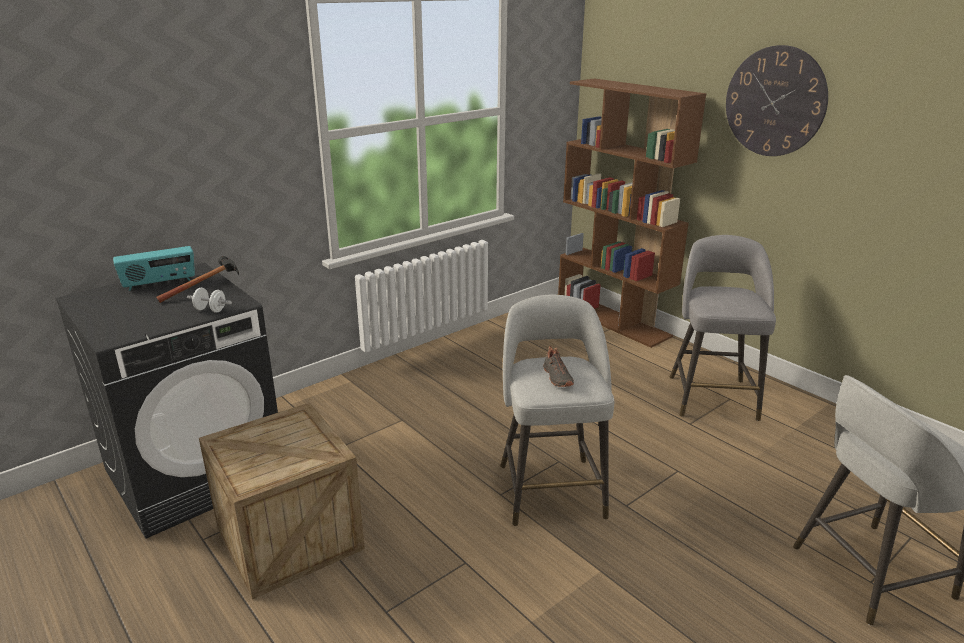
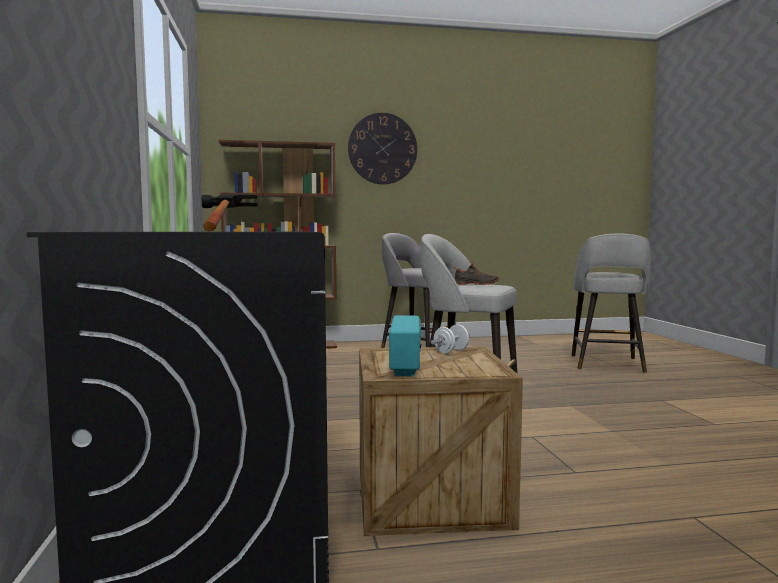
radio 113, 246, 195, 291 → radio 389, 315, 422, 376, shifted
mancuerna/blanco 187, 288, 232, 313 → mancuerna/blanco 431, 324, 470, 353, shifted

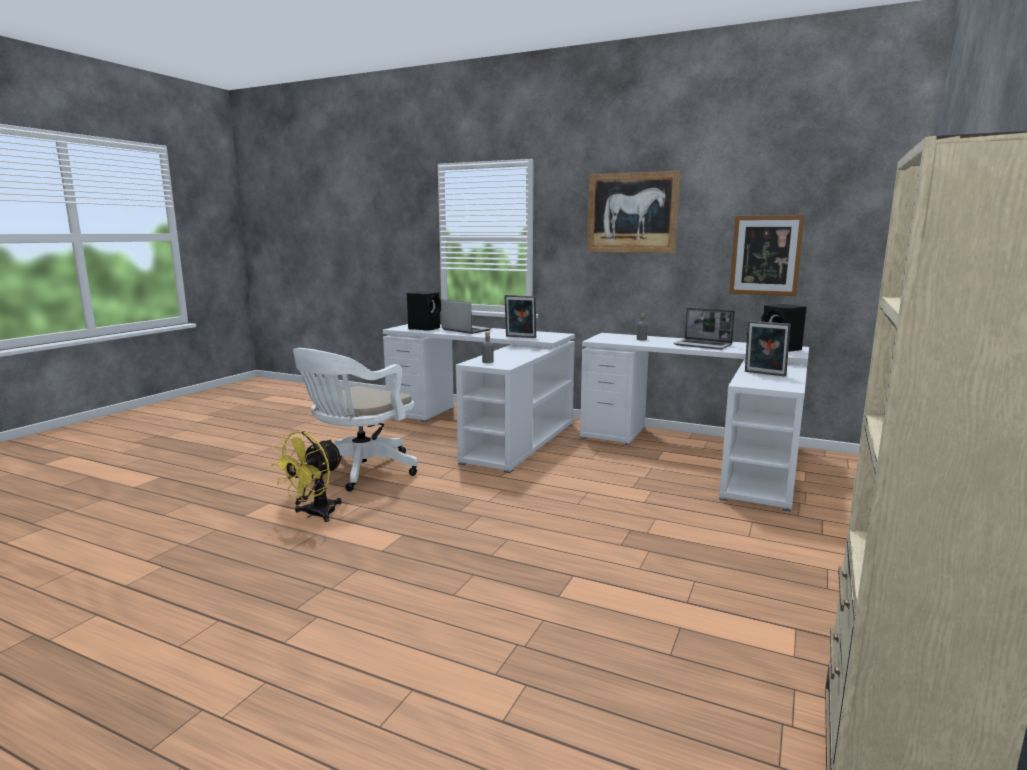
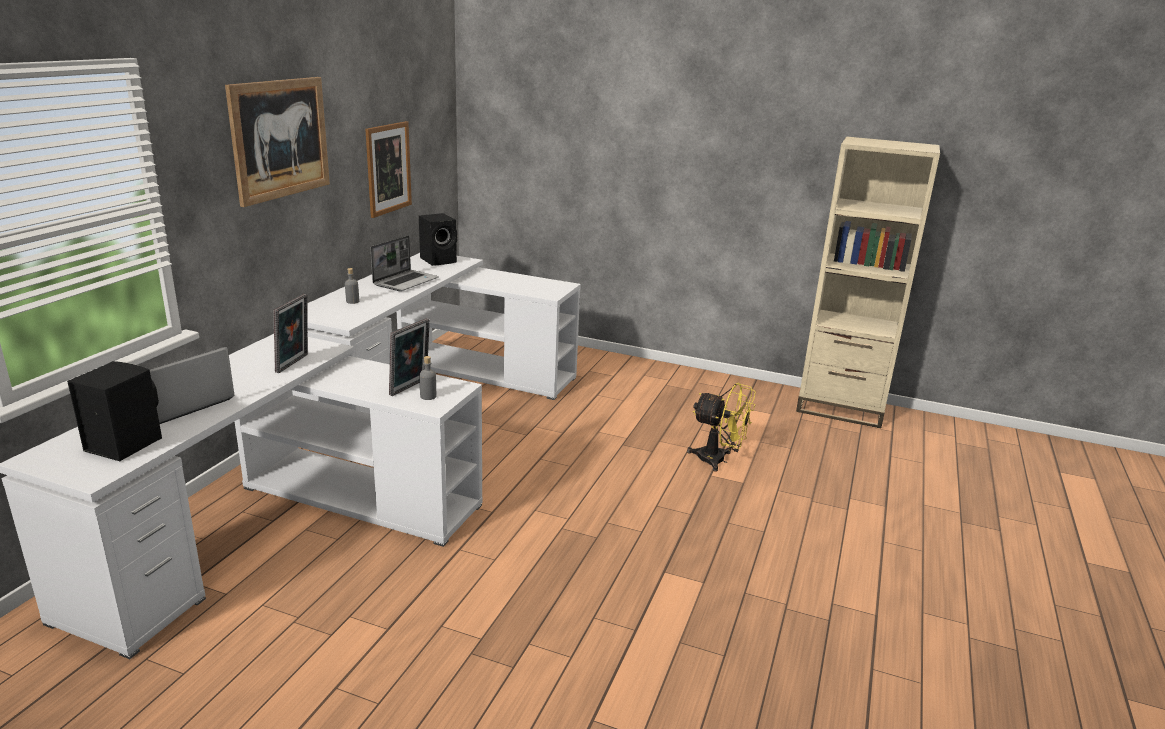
portarretratos 745, 321, 791, 377 → portarretratos 389, 318, 430, 396, shifted
silla de oficina/blanco 293, 348, 418, 492 → -
ventilador/amarillo 271, 431, 343, 522 → ventilador/amarillo 687, 383, 756, 472, shifted

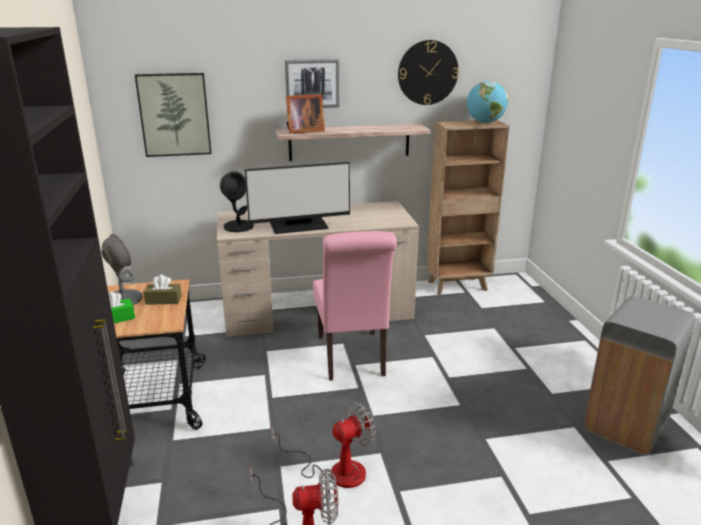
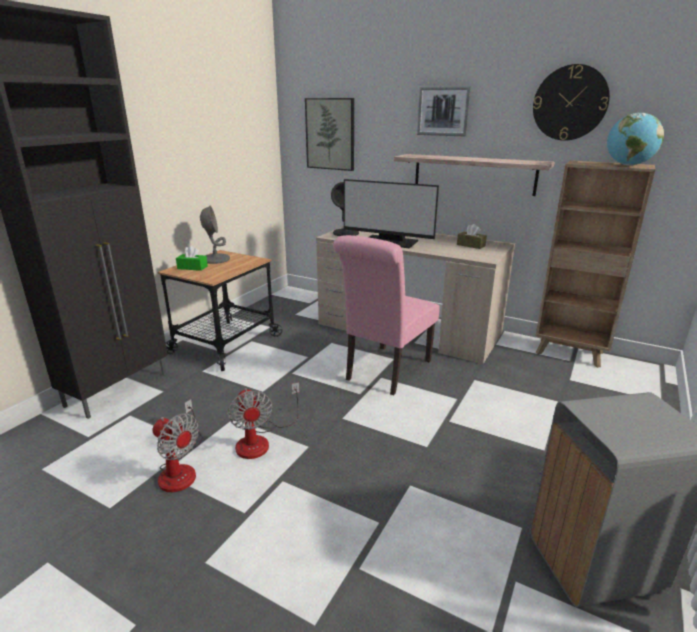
portarretratos 286, 94, 325, 133 → -
caja de pañuelos/marrón 143, 275, 182, 305 → caja de pañuelos/marrón 457, 224, 487, 249, shifted
ventilador 270, 402, 376, 488 → ventilador 228, 382, 299, 459, 60 degrees clockwise

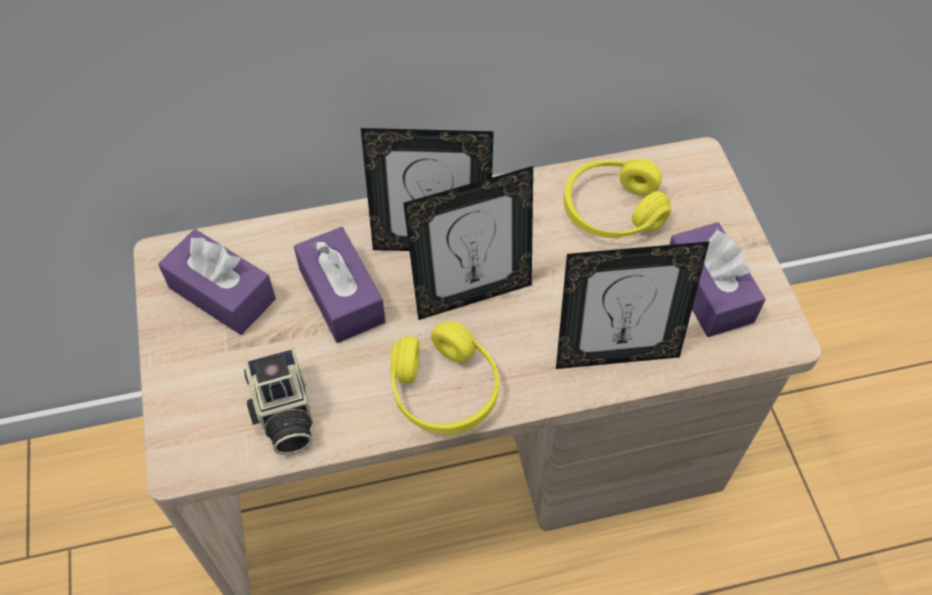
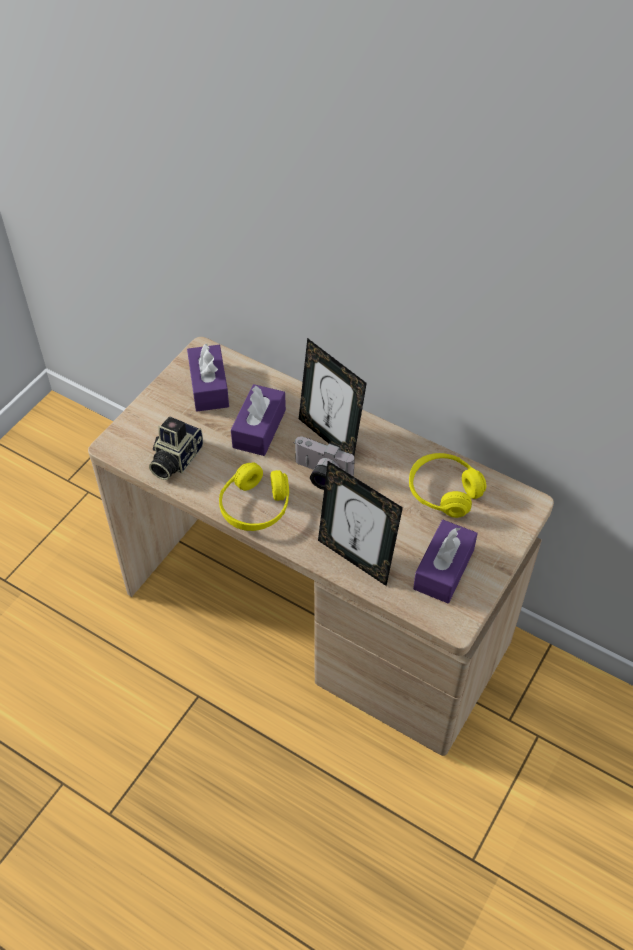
portarretratos 403, 166, 533, 320 → cámara 295, 436, 355, 490

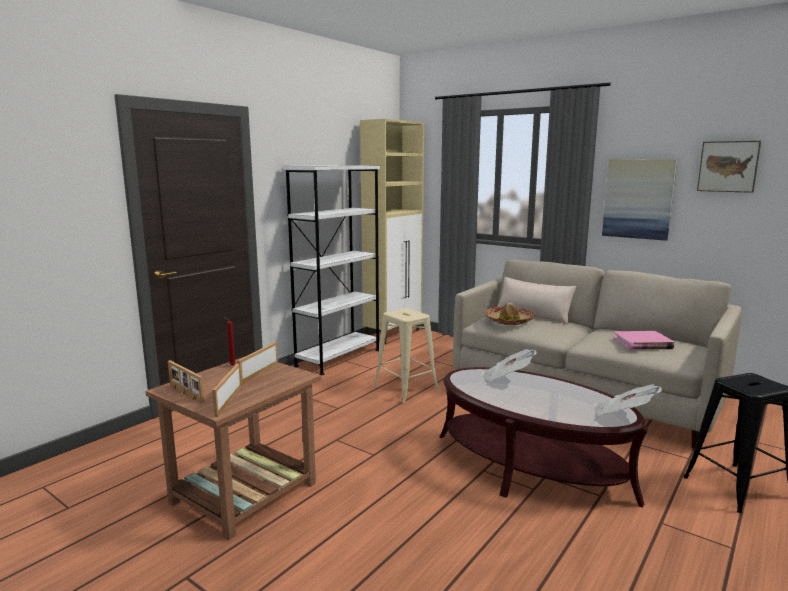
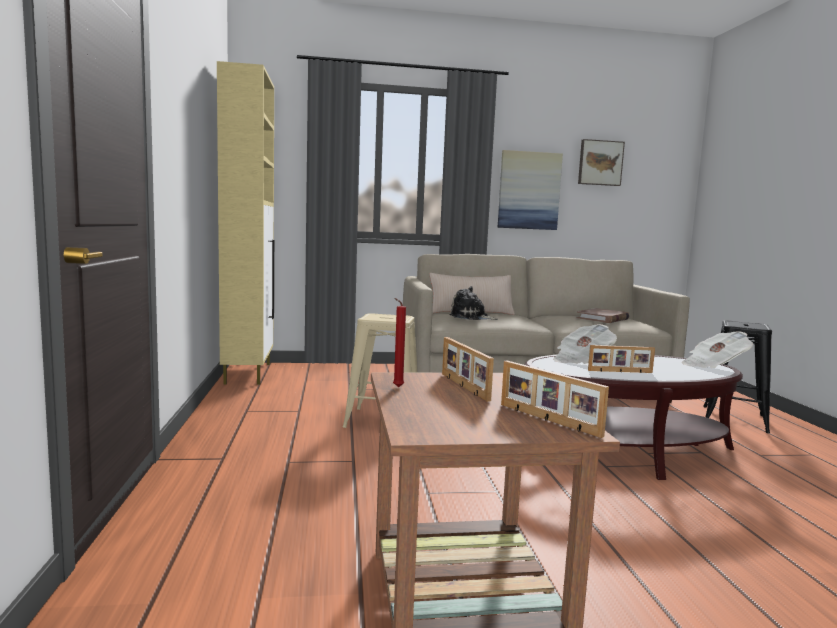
estantería/blanco 283, 165, 380, 375 → -
sombrero 485, 303, 535, 325 → peluche 449, 286, 498, 320
libro/rosa 613, 331, 675, 350 → libro/marrón 576, 308, 630, 323
portarretratos 168, 360, 204, 403 → portarretratos 588, 345, 655, 373, shifted

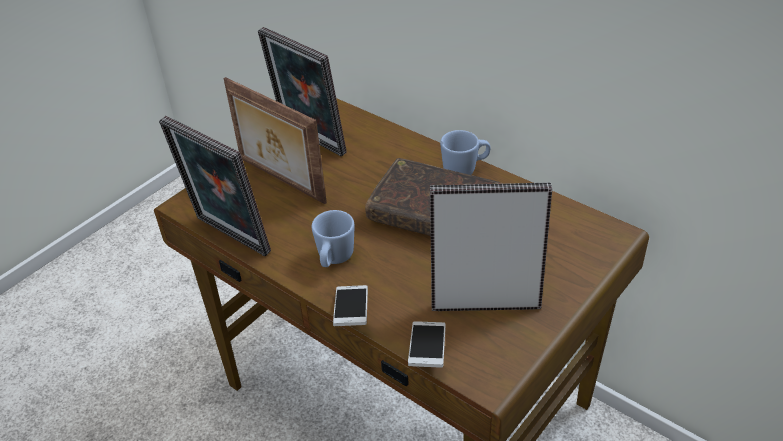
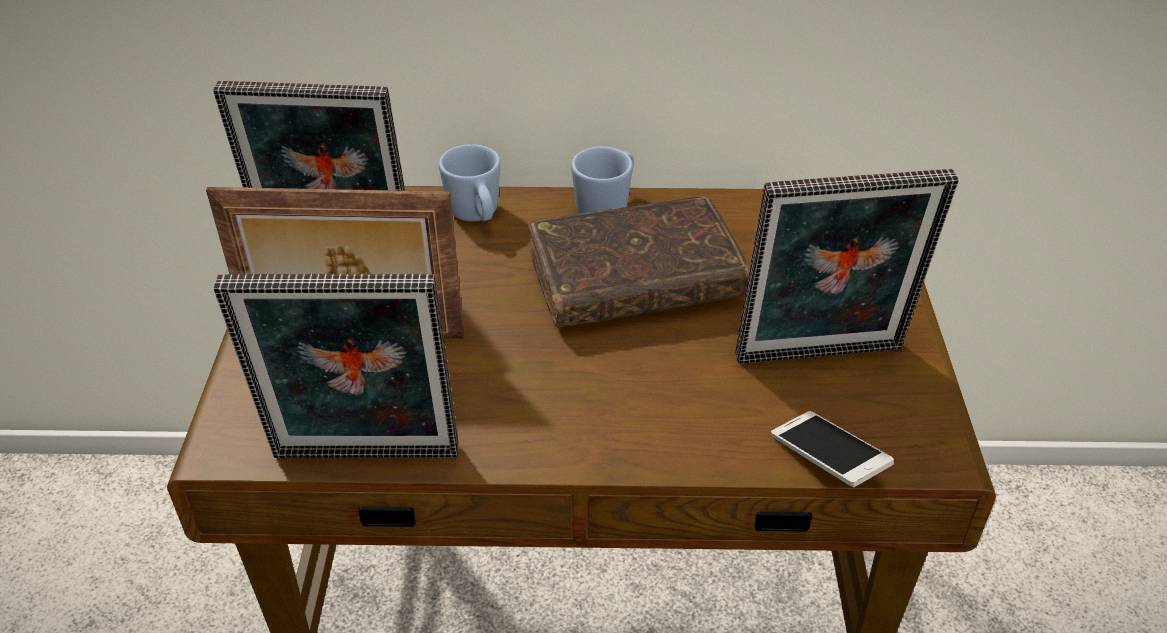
portarretratos 430, 183, 552, 311 → portarretratos 735, 169, 959, 364, 150 degrees counterclockwise
taza grande/azul 312, 210, 355, 267 → taza grande/azul 439, 144, 500, 222, shifted
móvil 333, 285, 368, 326 → -

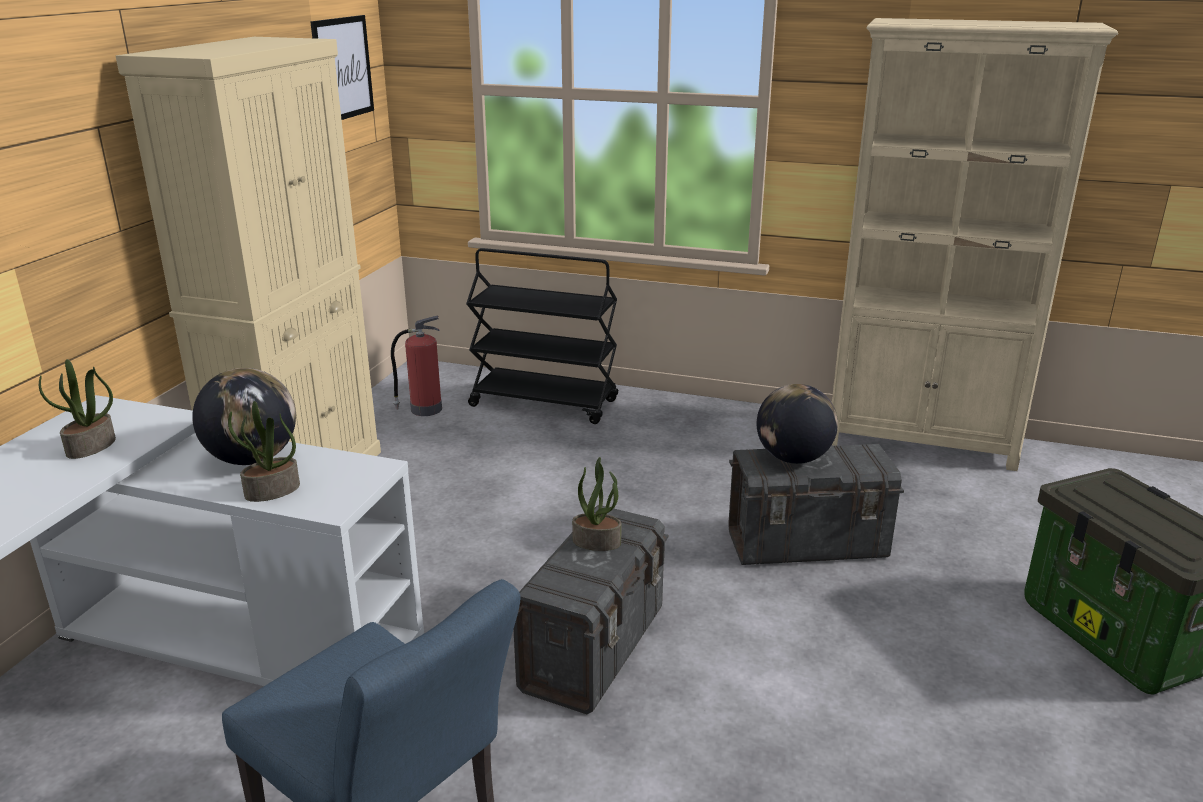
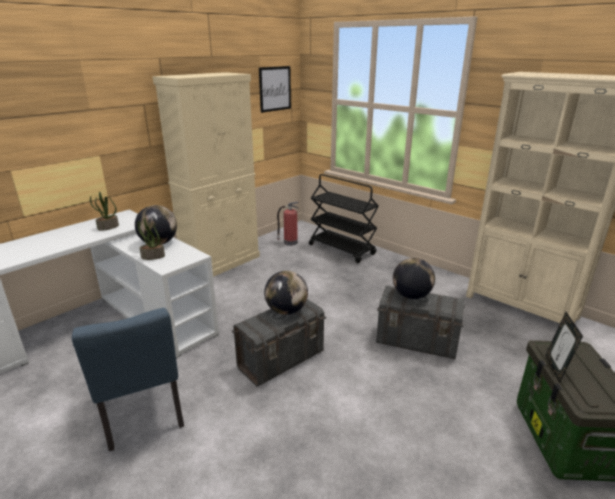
planta en maceta 572, 457, 622, 551 → globo terráqueo 264, 271, 308, 315
- → portarretratos 545, 312, 583, 383

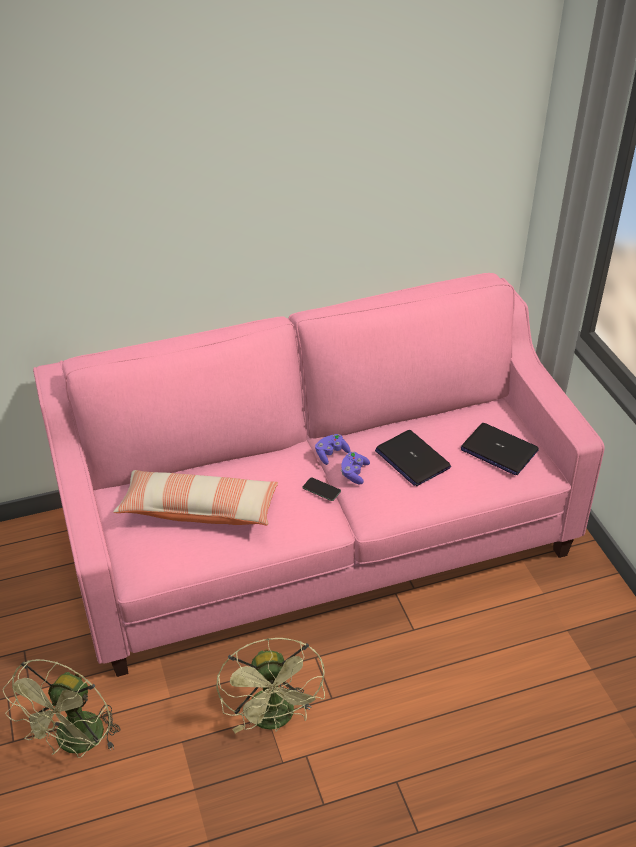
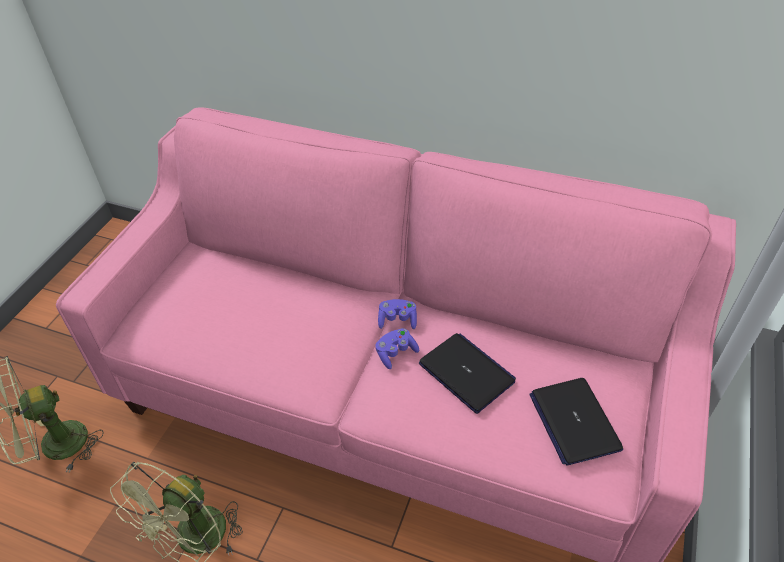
portátil 375, 430, 451, 486 → portátil 419, 333, 516, 414, 135 degrees clockwise
cojín 113, 470, 278, 525 → -
móvil 302, 477, 341, 501 → -

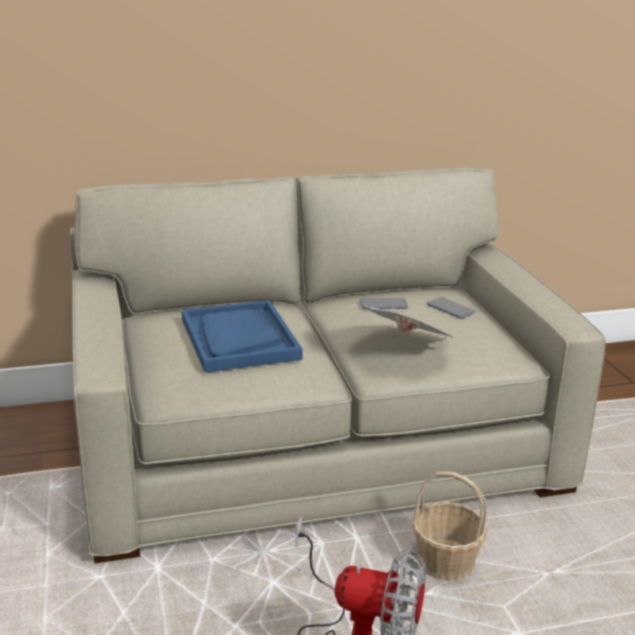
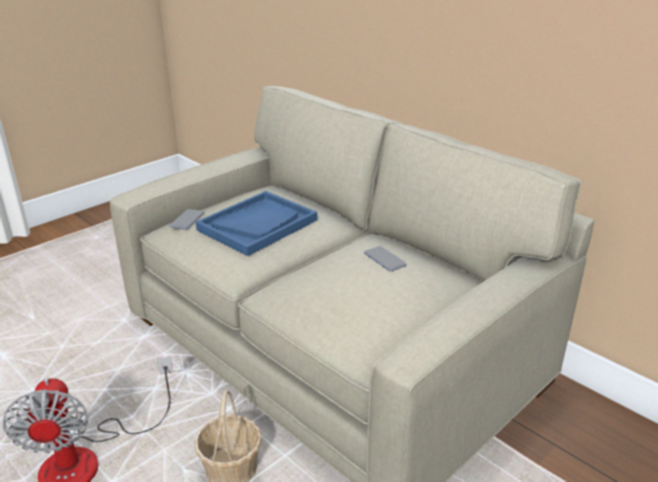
móvil 427, 297, 476, 319 → móvil 170, 209, 204, 230, shifted
periódico 351, 304, 454, 338 → -

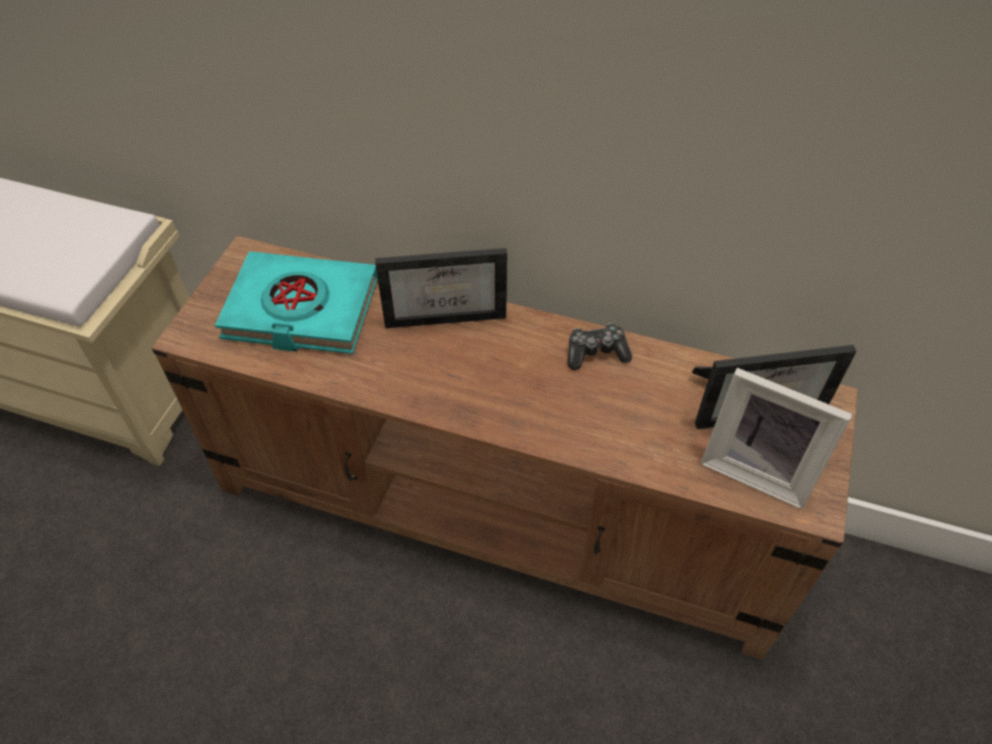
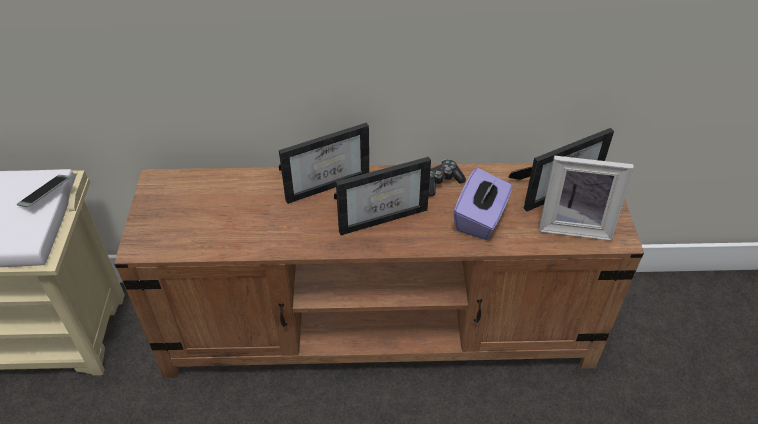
libro/turquesa 215, 251, 378, 354 → -
- → portarretratos 334, 157, 431, 235
- → caja de pañuelos/morado 453, 168, 512, 240
- → móvil 17, 175, 71, 207

